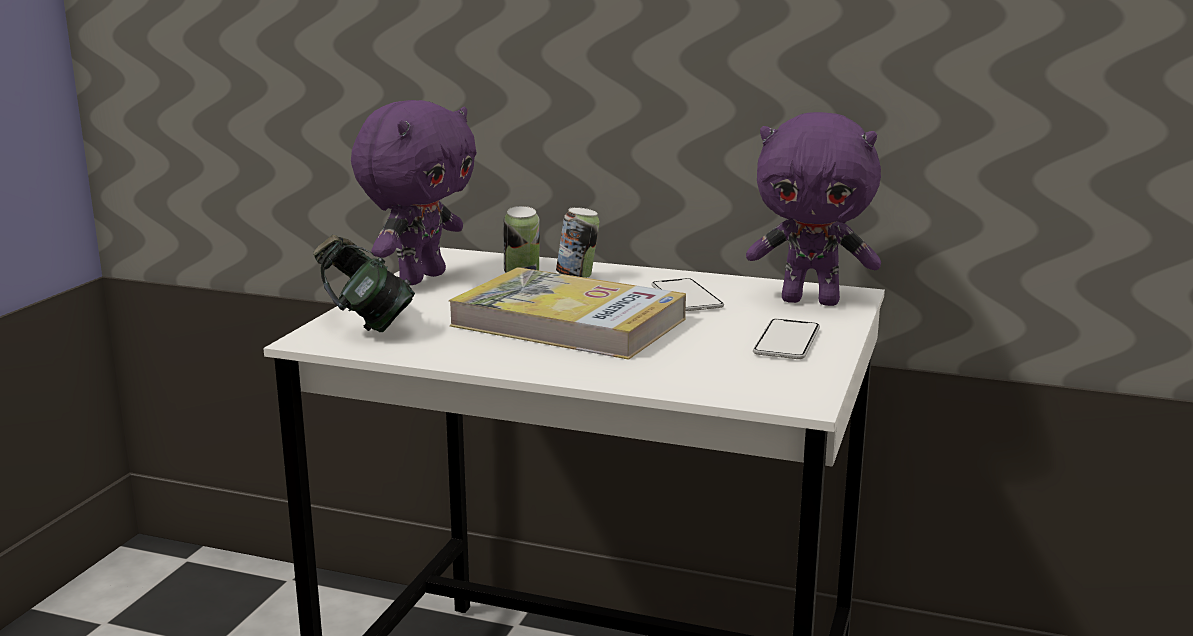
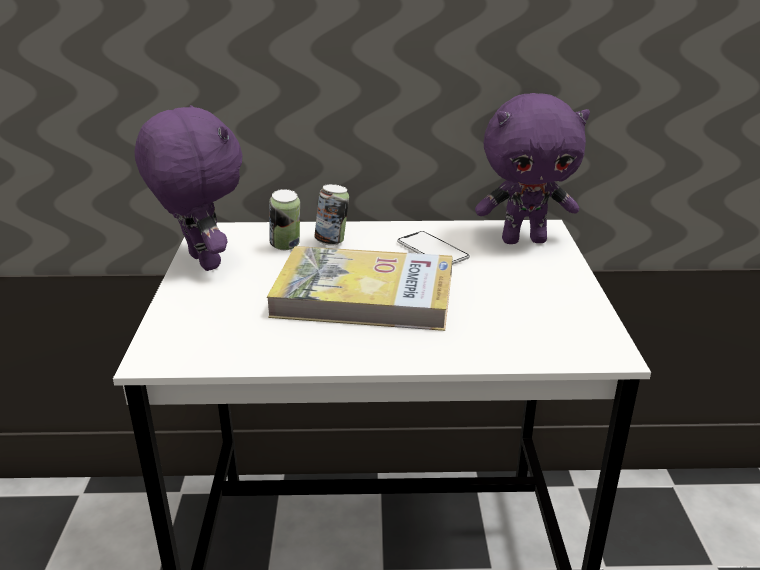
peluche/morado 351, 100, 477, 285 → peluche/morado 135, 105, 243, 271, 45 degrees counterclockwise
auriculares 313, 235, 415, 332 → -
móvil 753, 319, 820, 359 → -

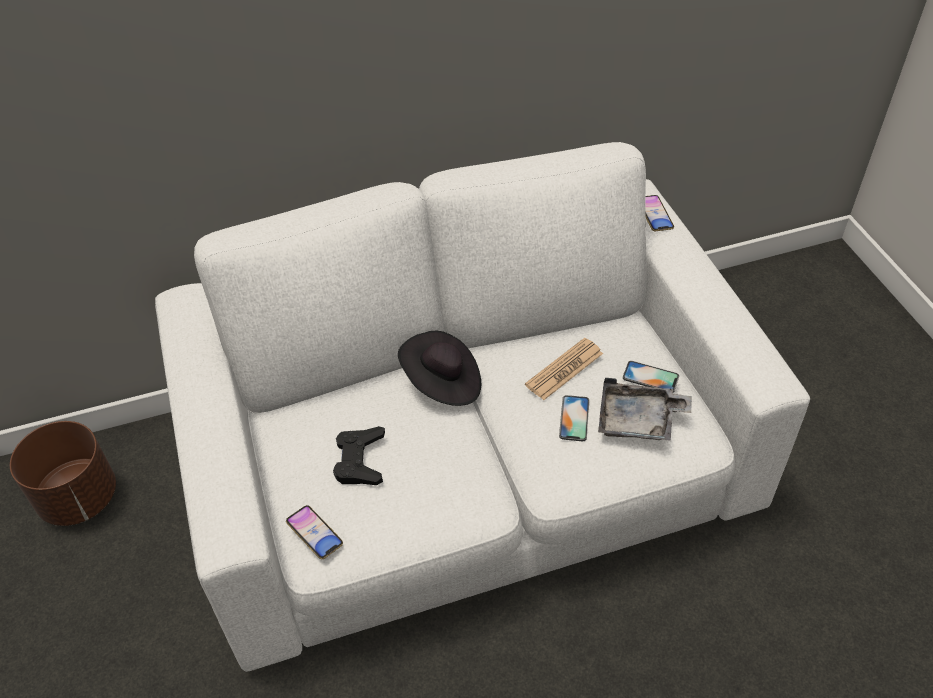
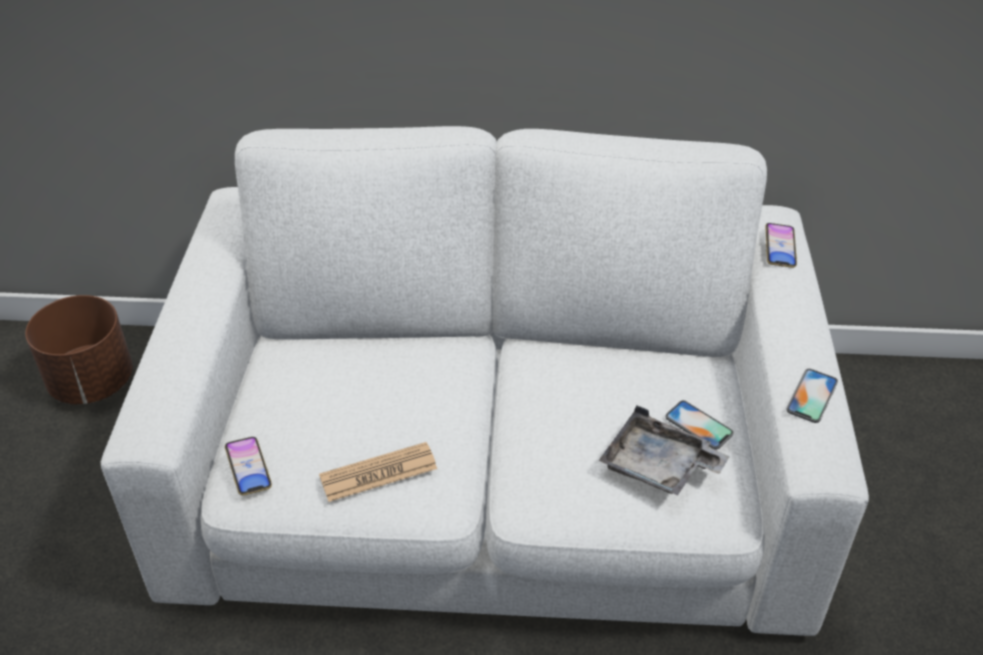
sombrero/negro 398, 331, 481, 406 → -
periódico 525, 338, 603, 400 → periódico 319, 442, 437, 502, shifted
móvil 559, 395, 590, 441 → móvil 786, 369, 838, 423, shifted
mando de consola/negro 333, 426, 385, 485 → -

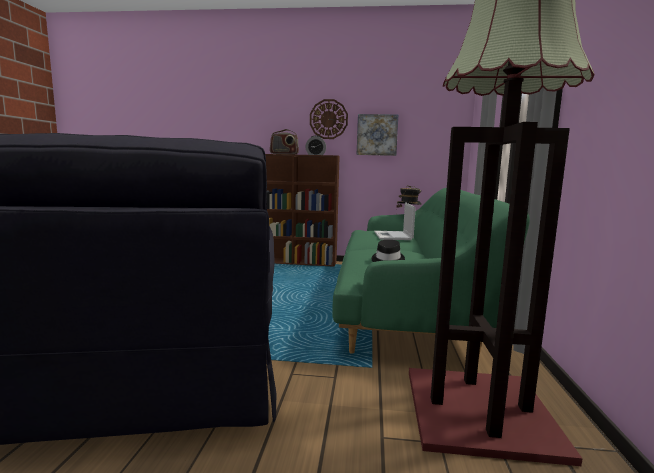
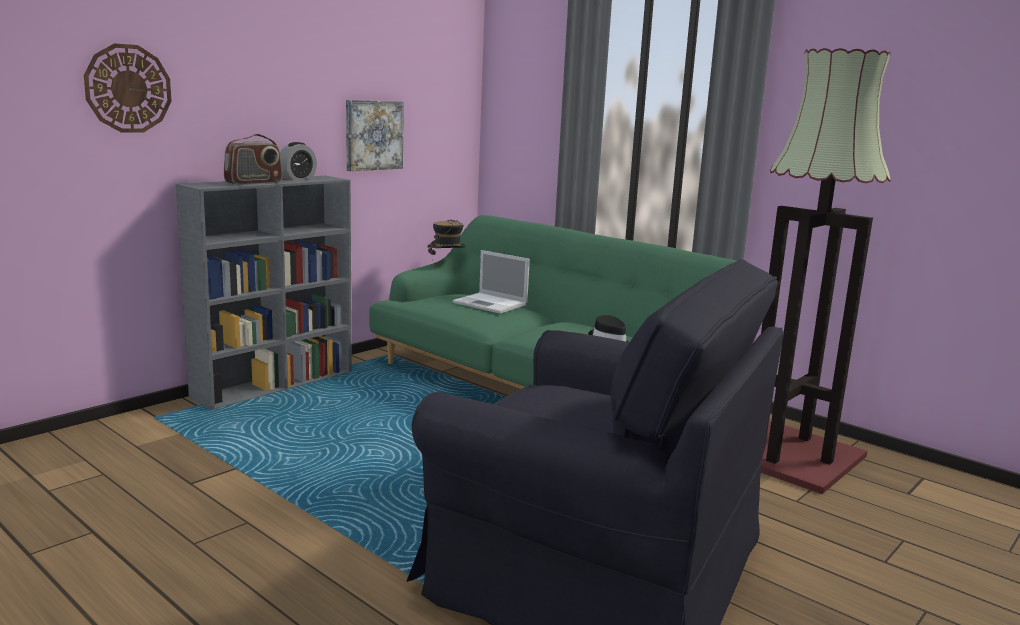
reloj de pared 310, 99, 348, 139 → reloj de pared 84, 43, 172, 133, shifted
estantería/marrón 265, 154, 340, 267 → estantería/gris 176, 176, 352, 410

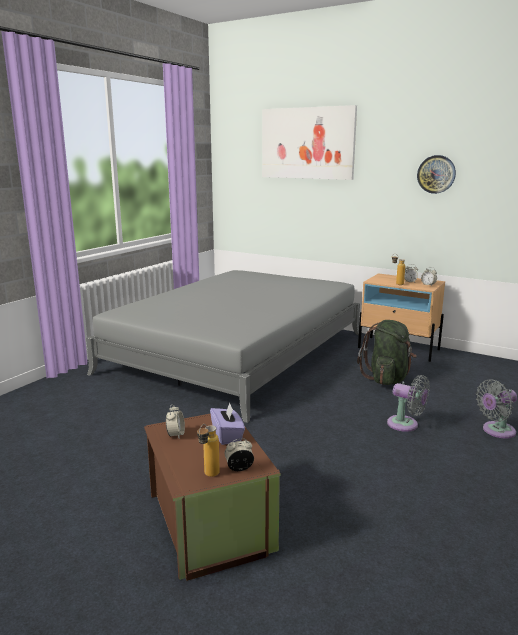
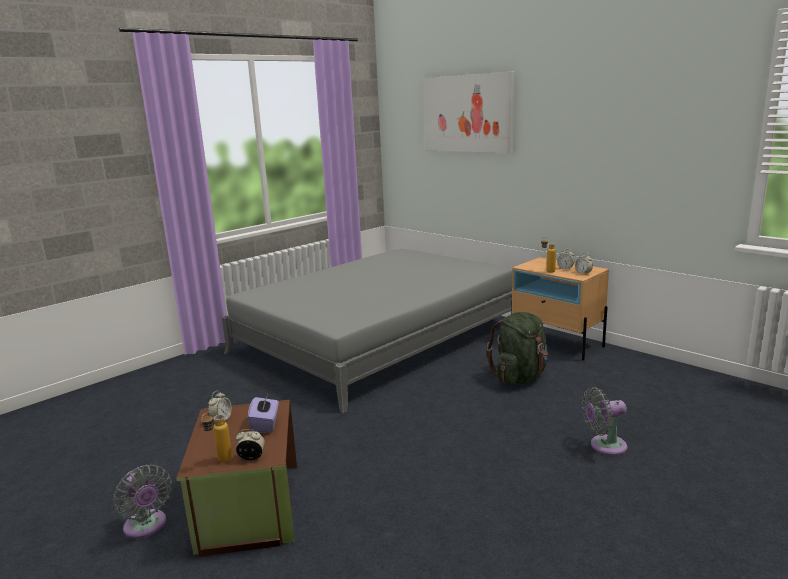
reloj de pared 417, 155, 456, 194 → -
ventilador/gris 387, 375, 430, 432 → ventilador/gris 113, 465, 172, 539, shifted

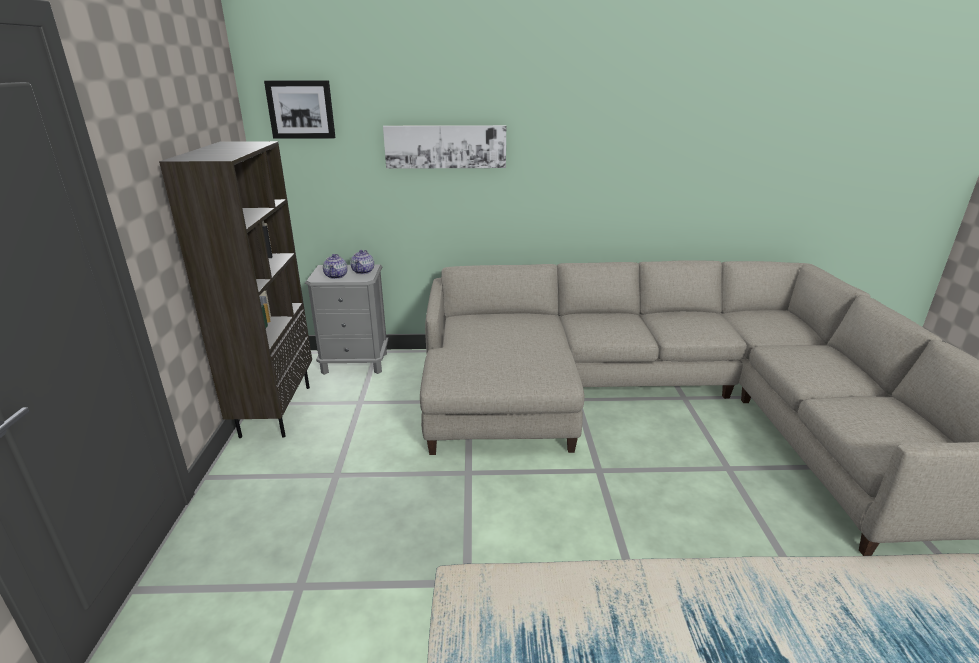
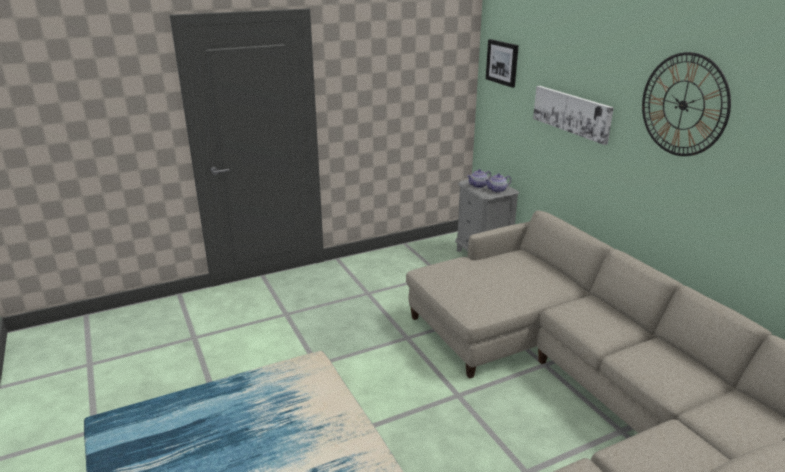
estantería/marrón 159, 141, 312, 438 → -
- → reloj de pared 642, 52, 731, 156

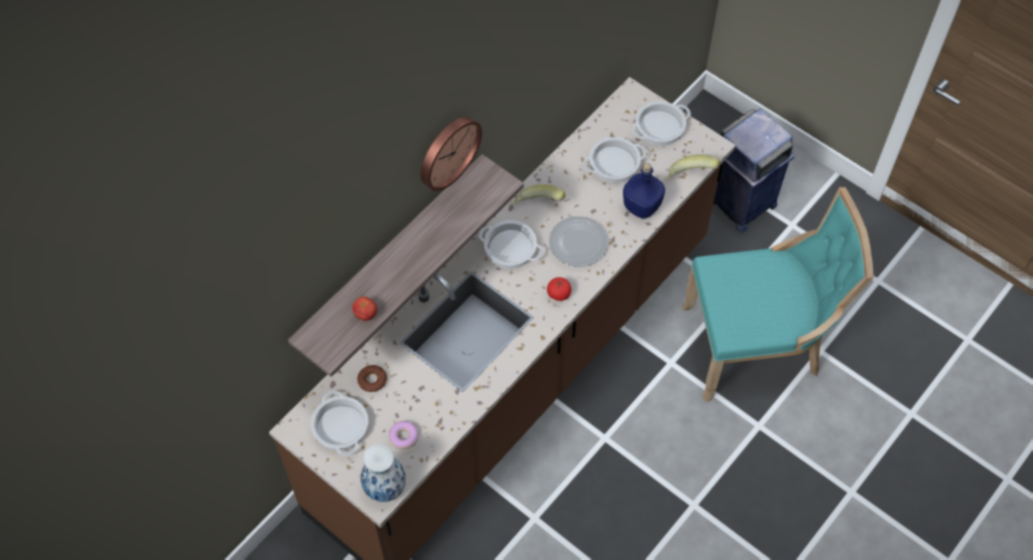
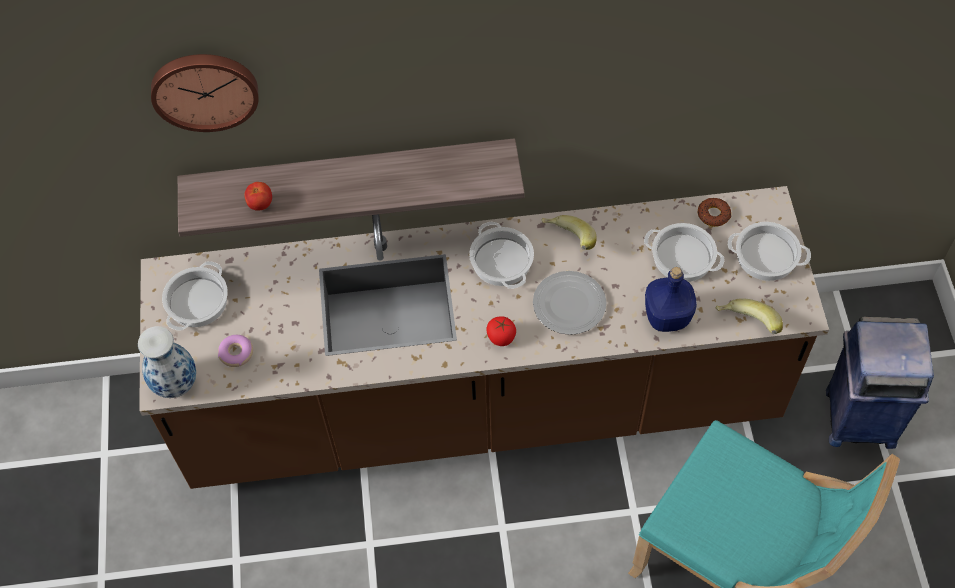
reloj de pared 421, 116, 482, 191 → reloj de pared 151, 54, 259, 132, shifted
rosquilla 357, 365, 387, 392 → rosquilla 697, 198, 732, 227, shifted

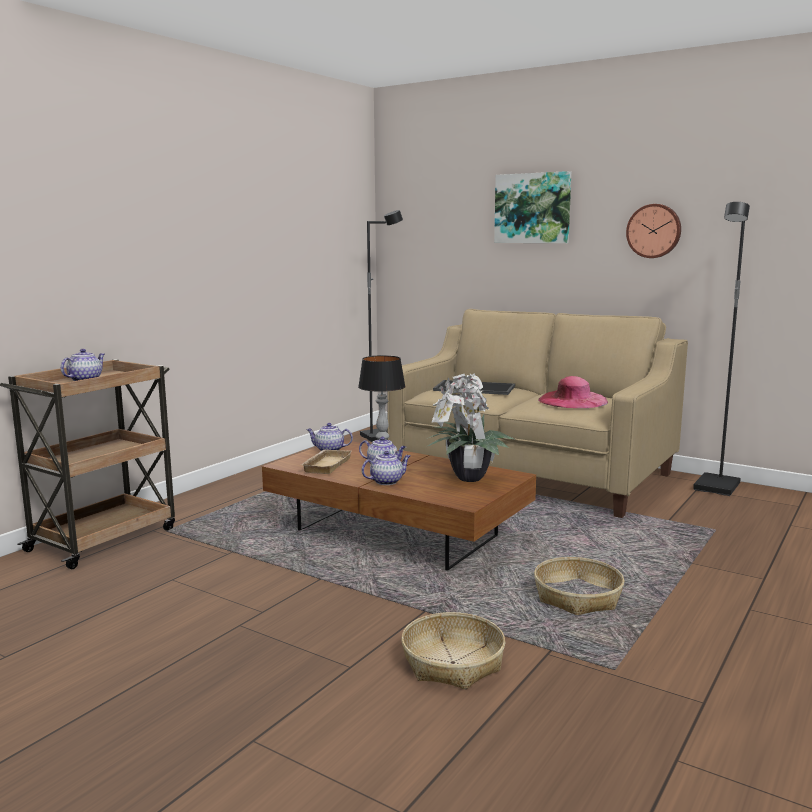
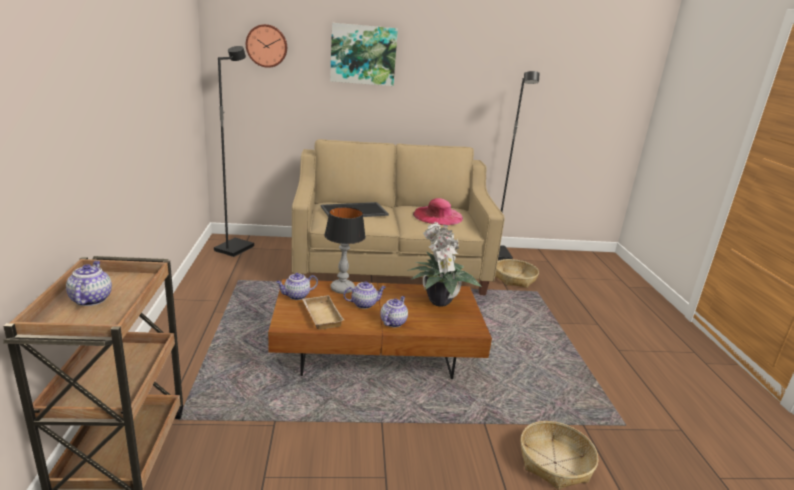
reloj de pared 626, 204, 681, 258 → reloj de pared 246, 24, 287, 68, shifted
cesta 534, 557, 624, 615 → cesta 495, 259, 539, 288, shifted

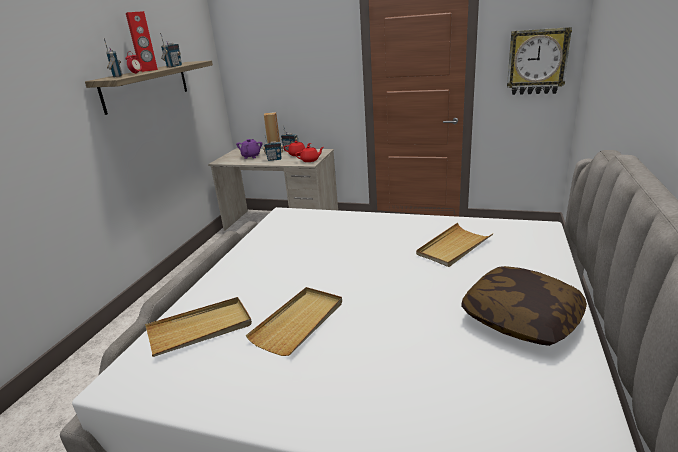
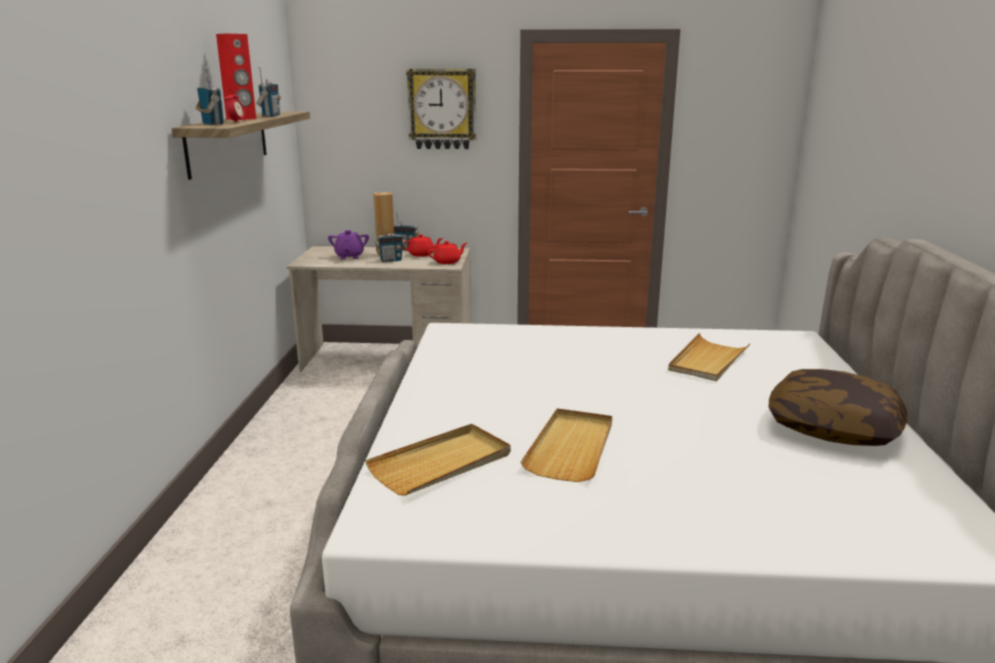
reloj de pared 507, 27, 572, 95 → reloj de pared 406, 69, 476, 149, shifted

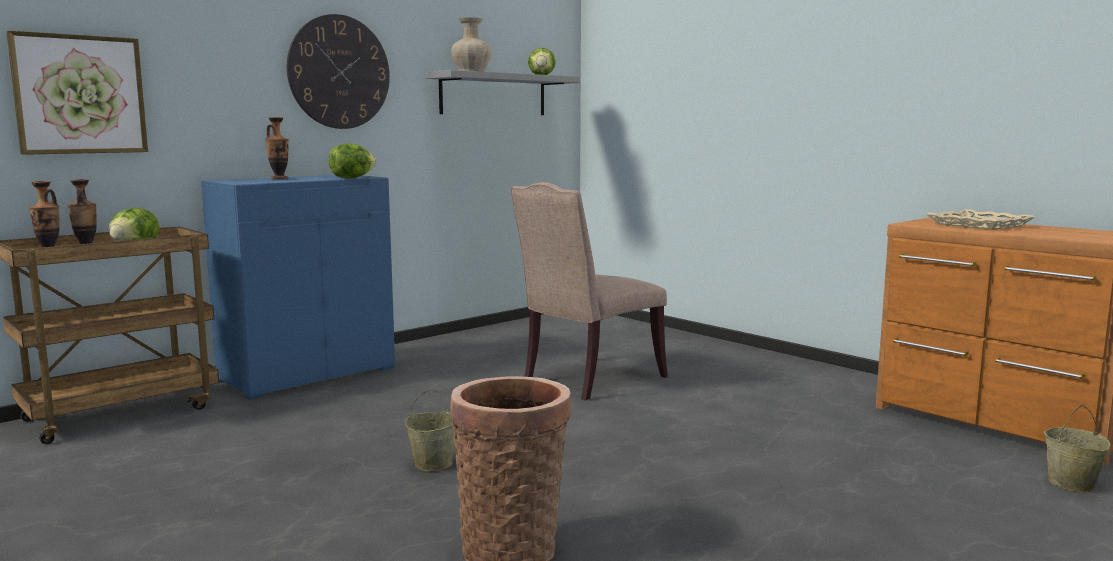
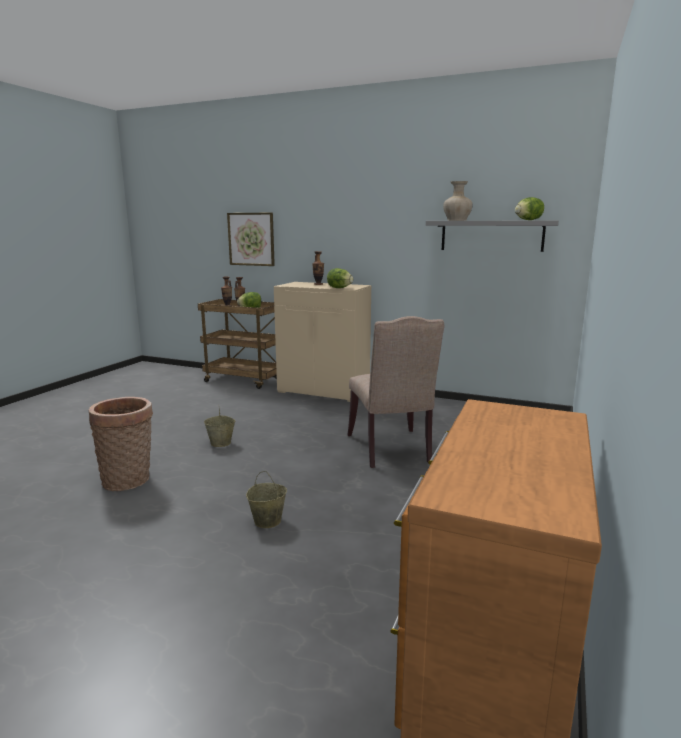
reloj de pared 287, 14, 390, 129 → -
armario/azul 201, 175, 395, 400 → armario/beis 274, 282, 371, 402
silla/beis 511, 182, 668, 400 → silla/beis 347, 316, 445, 468, 120 degrees counterclockwise
bandeja/beis 926, 209, 1035, 230 → -
cubo/beis 1044, 405, 1111, 492 → cubo/beis 246, 471, 287, 528, shifted

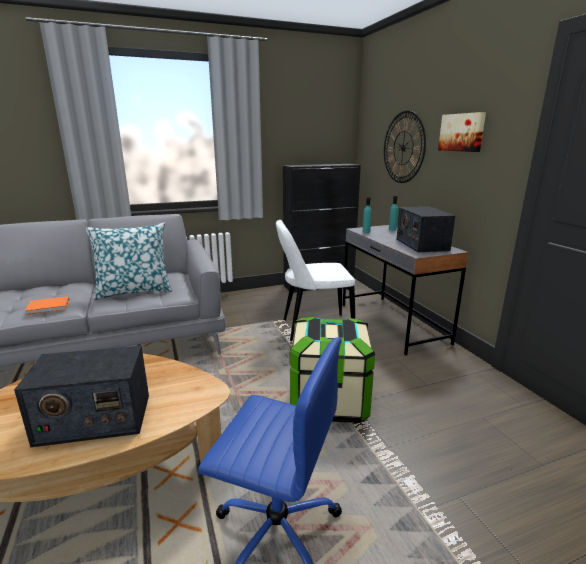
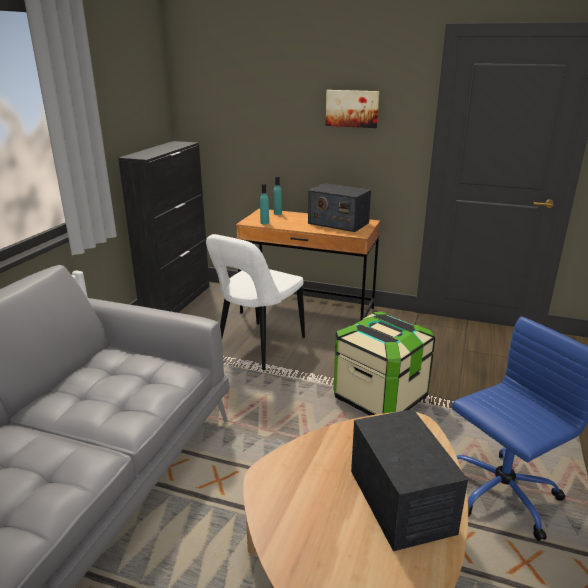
reloj de pared 384, 111, 426, 183 → -
cojín 86, 223, 172, 300 → -
escritorio/gris 343, 225, 469, 355 → escritorio/marrón 236, 208, 380, 321
libro/naranja 25, 296, 69, 315 → -
radio 14, 345, 149, 447 → radio 351, 409, 468, 551, 45 degrees counterclockwise

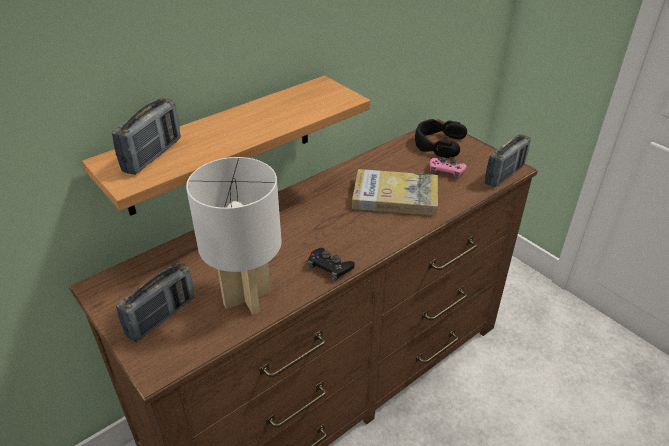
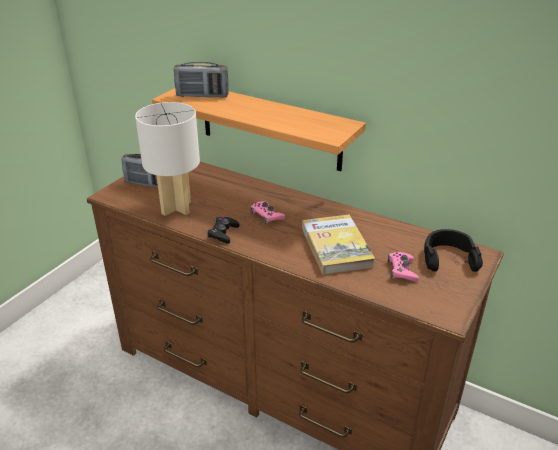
radio 485, 134, 531, 187 → -
- → mando de consola/rosa 250, 202, 285, 224

